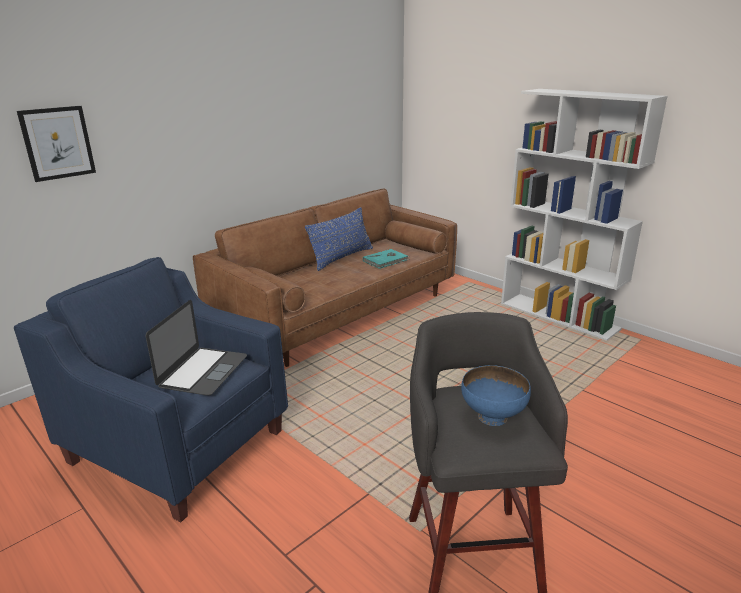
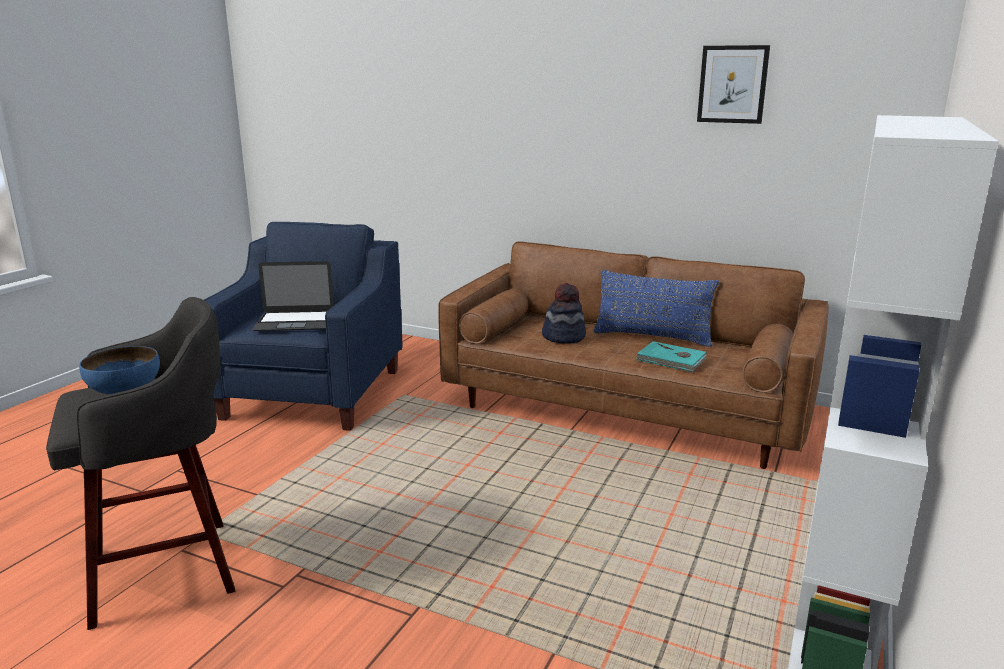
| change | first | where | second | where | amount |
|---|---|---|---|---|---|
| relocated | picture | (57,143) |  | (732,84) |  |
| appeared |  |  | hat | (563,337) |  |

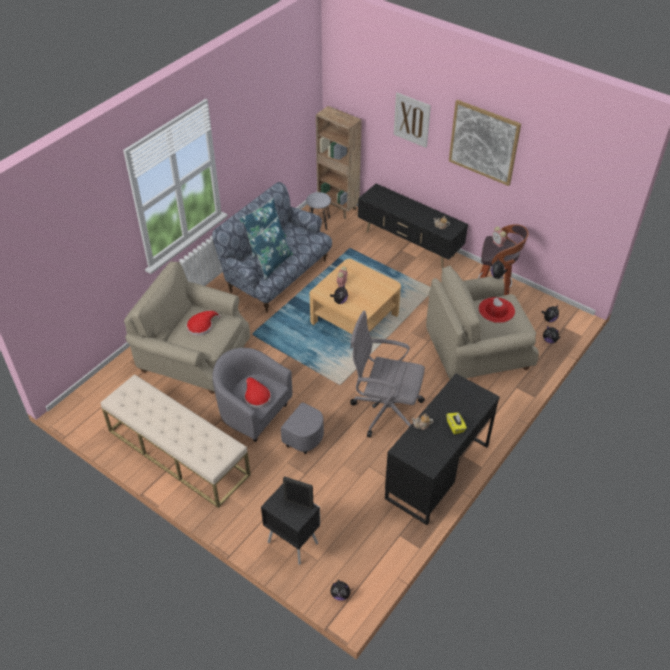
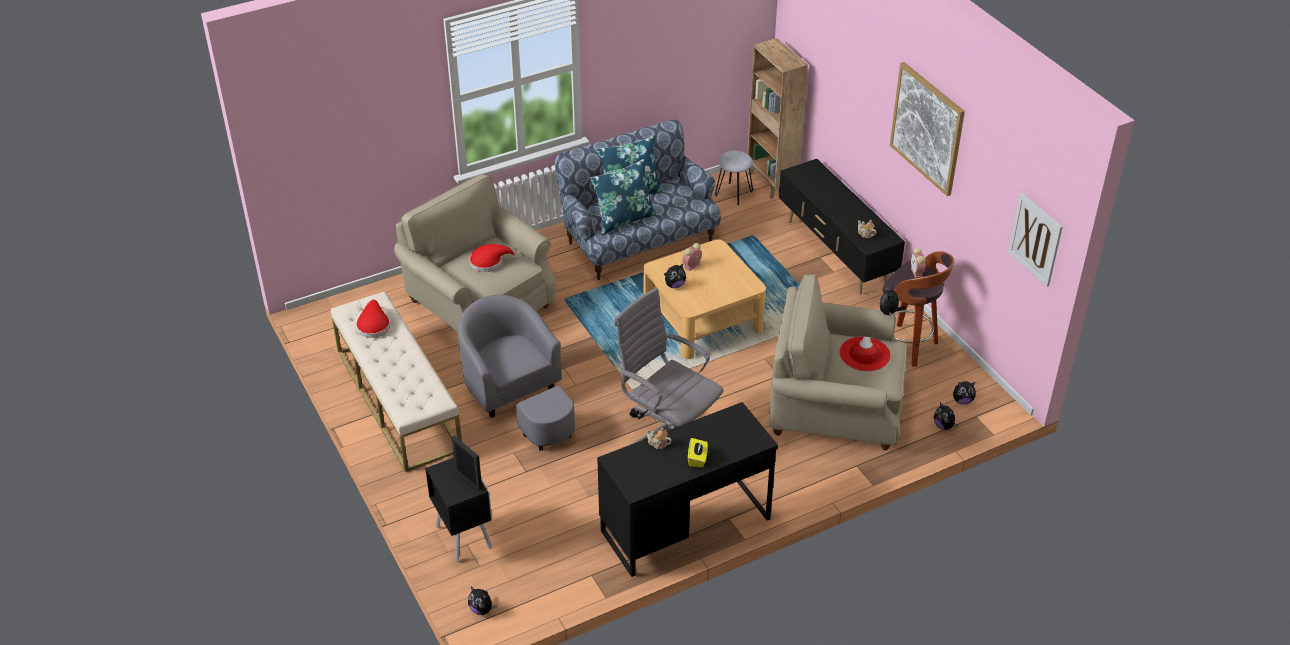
| change | first | where | second | where | amount |
|---|---|---|---|---|---|
| relocated | red hat | (256,396) |  | (373,325) |  |
| relocated | picture | (412,120) |  | (1035,239) |  |

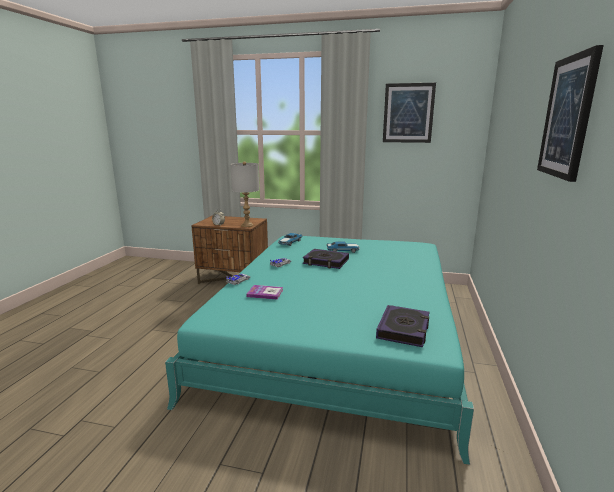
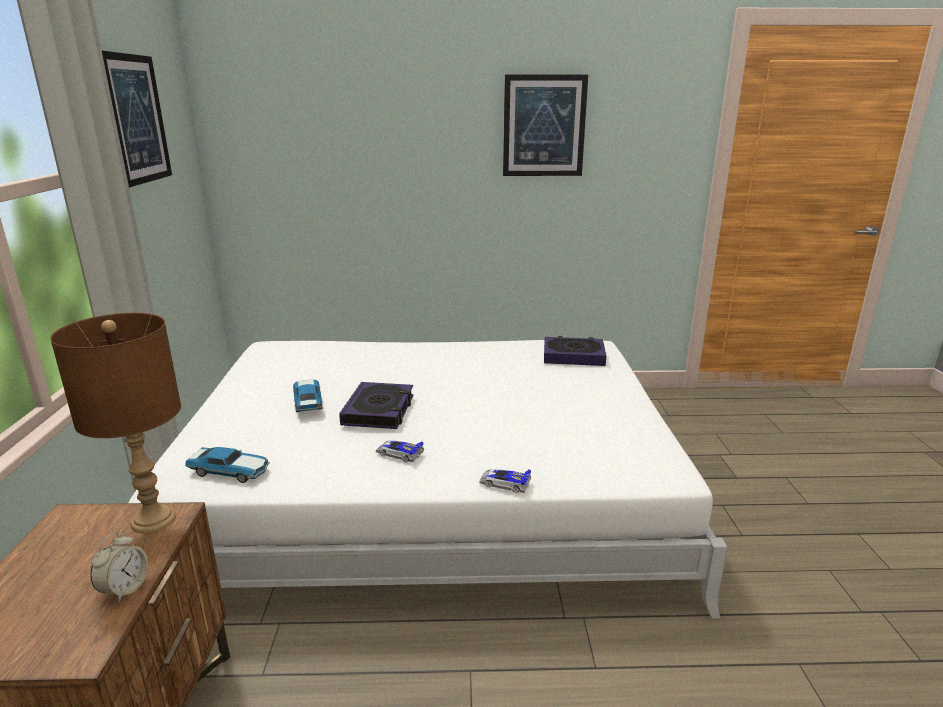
| change | first | where | second | where | amount |
|---|---|---|---|---|---|
| colour | turquoise bed | (337,334) | white bed | (431,492) |  |
| colour | grey table lamp | (247,225) | brown table lamp | (153,520) |  |
| missing | book | (265,293) |  |  |  |

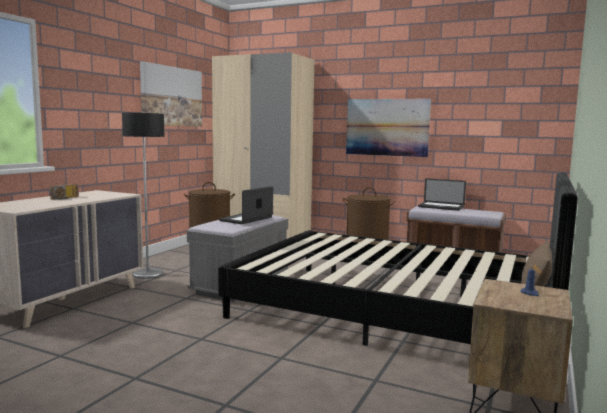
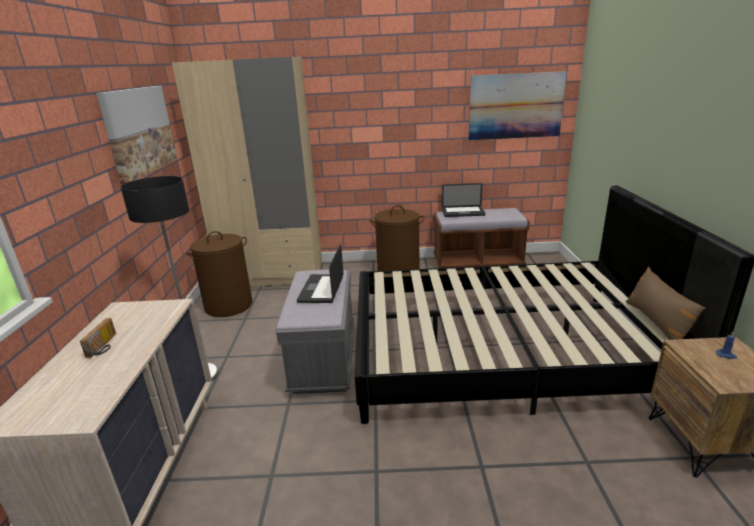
| change | first | where | second | where | amount |
|---|---|---|---|---|---|
| relocated | picture | (387,127) |  | (515,106) |  |

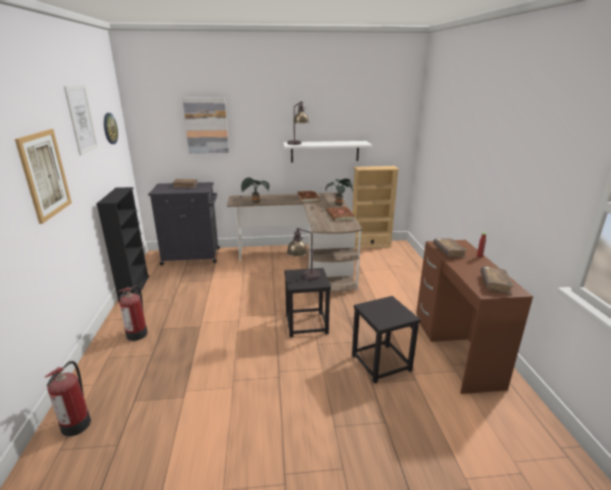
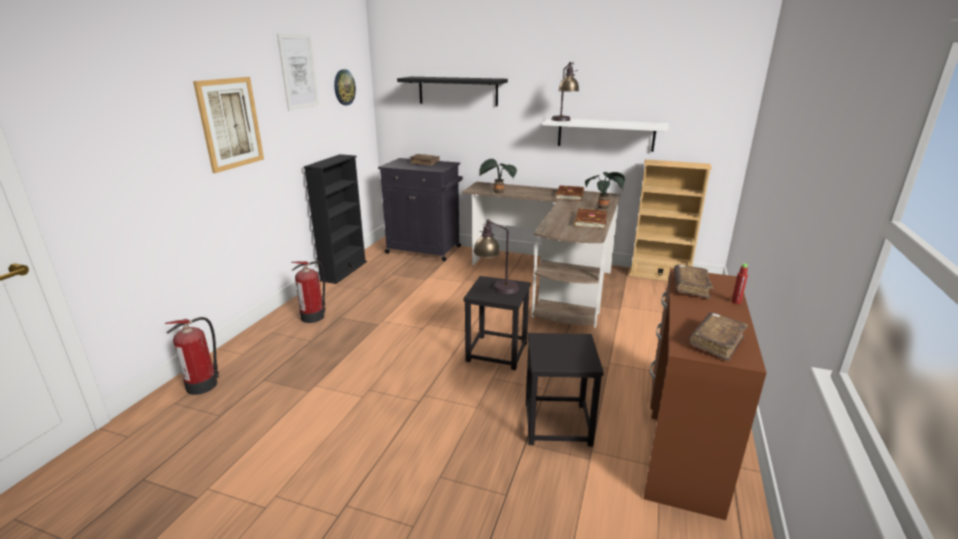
| change | first | where | second | where | amount |
|---|---|---|---|---|---|
| exchanged | picture | (206,125) | black shelf | (458,91) |  |

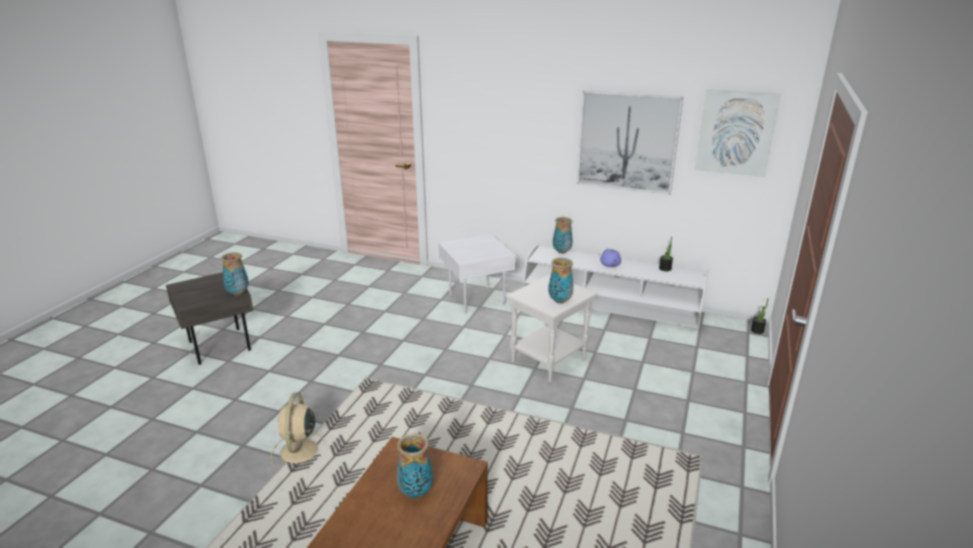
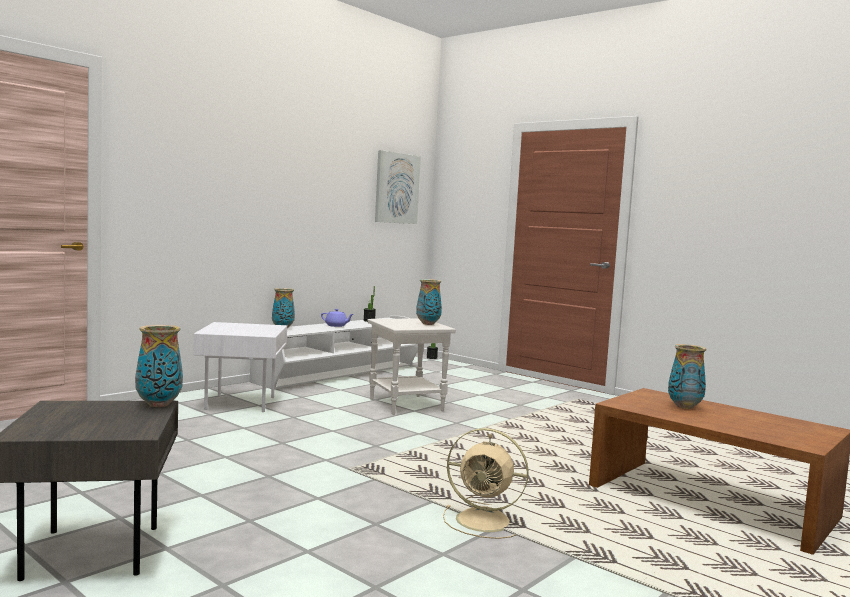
| change | first | where | second | where | amount |
|---|---|---|---|---|---|
| missing | picture | (627,142) |  |  |  |

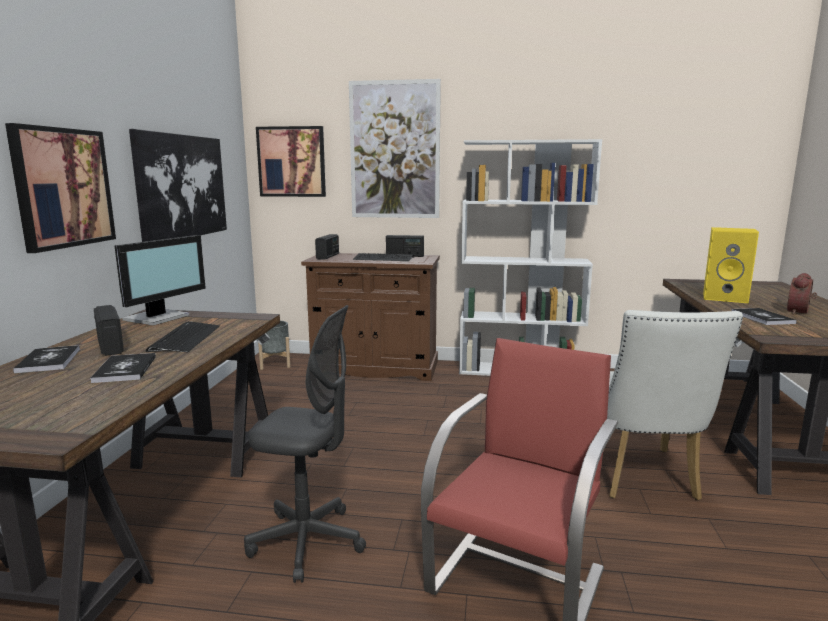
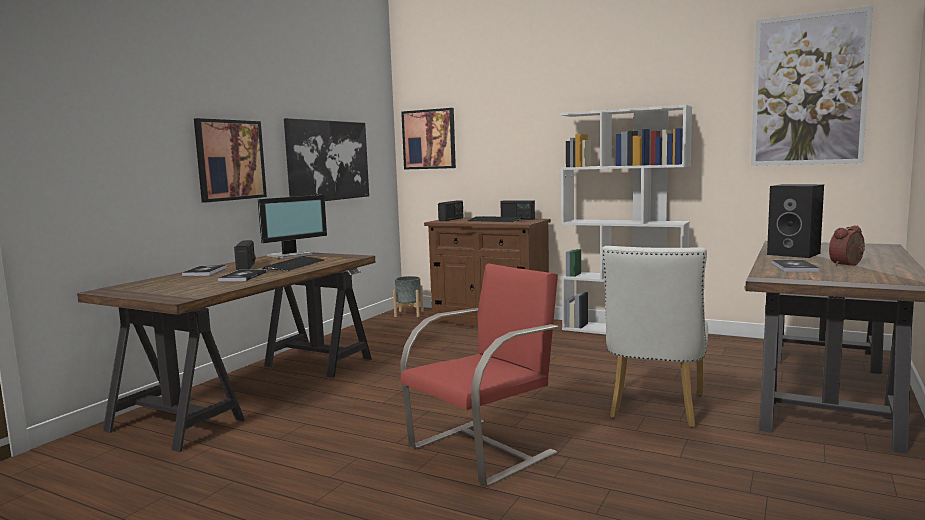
| change | first | where | second | where | amount |
|---|---|---|---|---|---|
| missing | grey office chair | (307,542) |  |  |  |
| relocated | picture | (394,150) |  | (808,90) |  |
| colour | yellow speaker | (726,298) | black speaker | (795,254) |  |

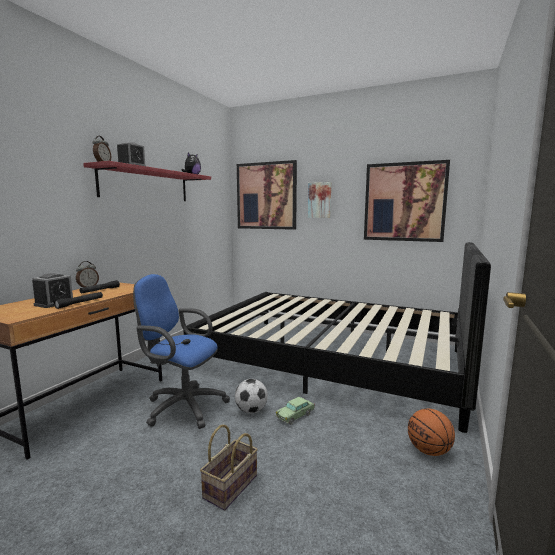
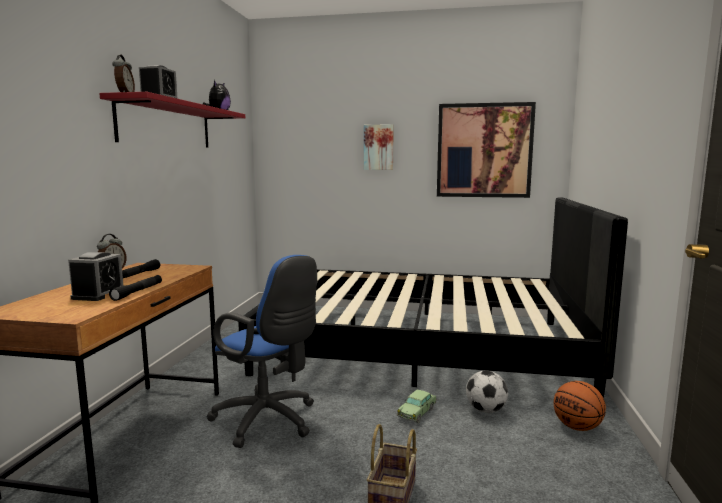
| change | first | where | second | where | amount |
|---|---|---|---|---|---|
| spun | blue office chair | (182,406) |  | (269,421) | 150 degrees counterclockwise |
| relocated | football | (251,410) |  | (485,410) |  |
| missing | picture | (266,196) |  |  |  |

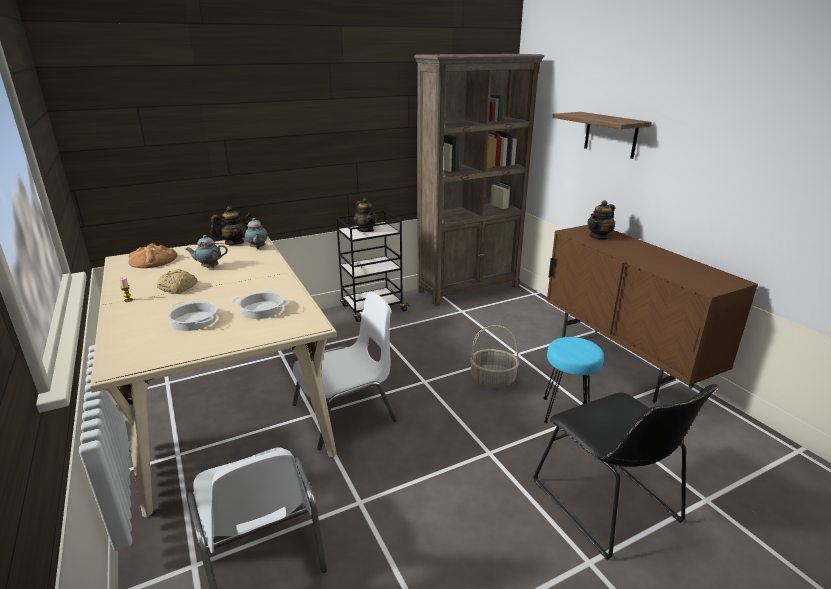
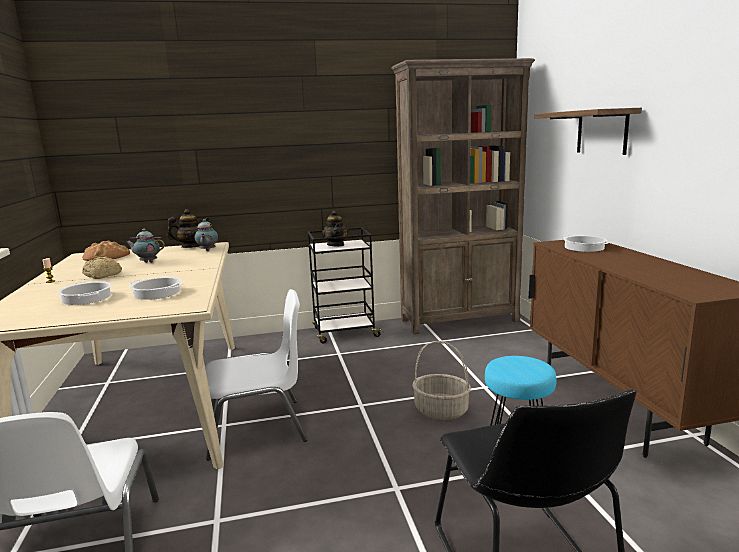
| change | first | where | second | where | amount |
|---|---|---|---|---|---|
| exchanged | teapot | (599,237) | cooking pot | (584,247) |  |

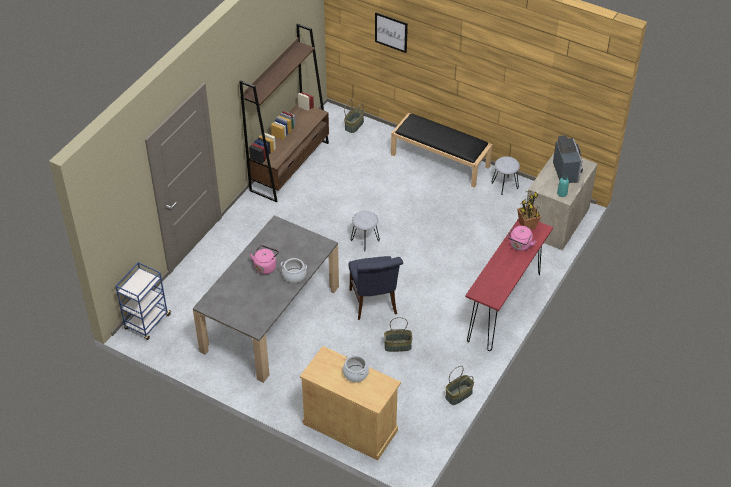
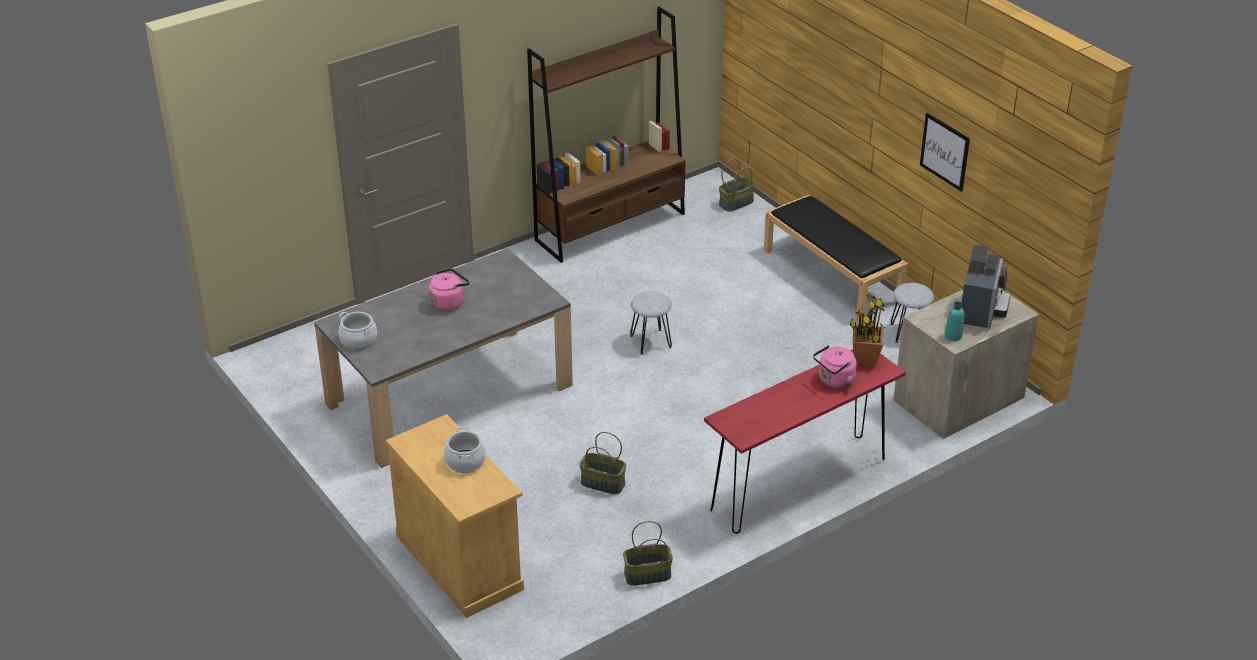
| change | first | where | second | where | amount |
|---|---|---|---|---|---|
| missing | blue cart | (147,323) |  |  |  |
| relocated | cooking pot | (294,275) |  | (358,340) |  |
| missing | blue chair | (374,304) |  |  |  |
| relocated | picture | (391,32) |  | (944,151) |  |

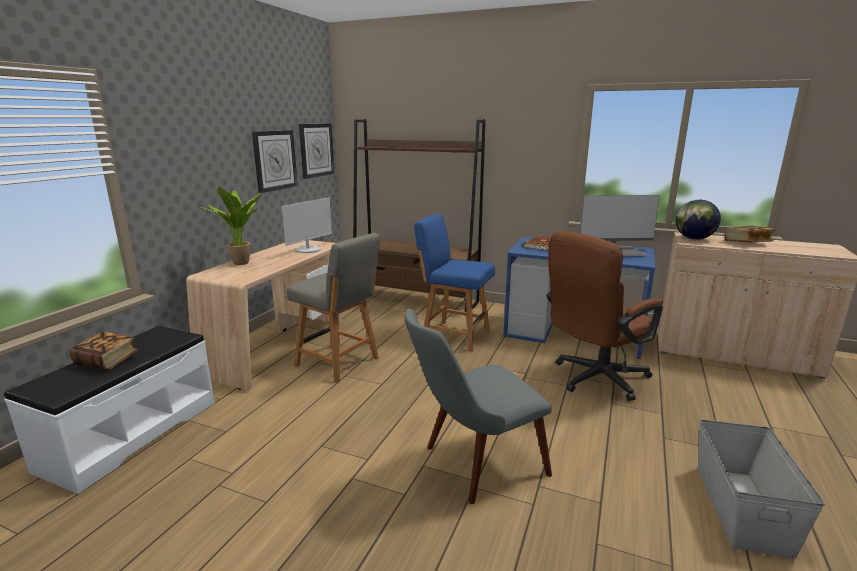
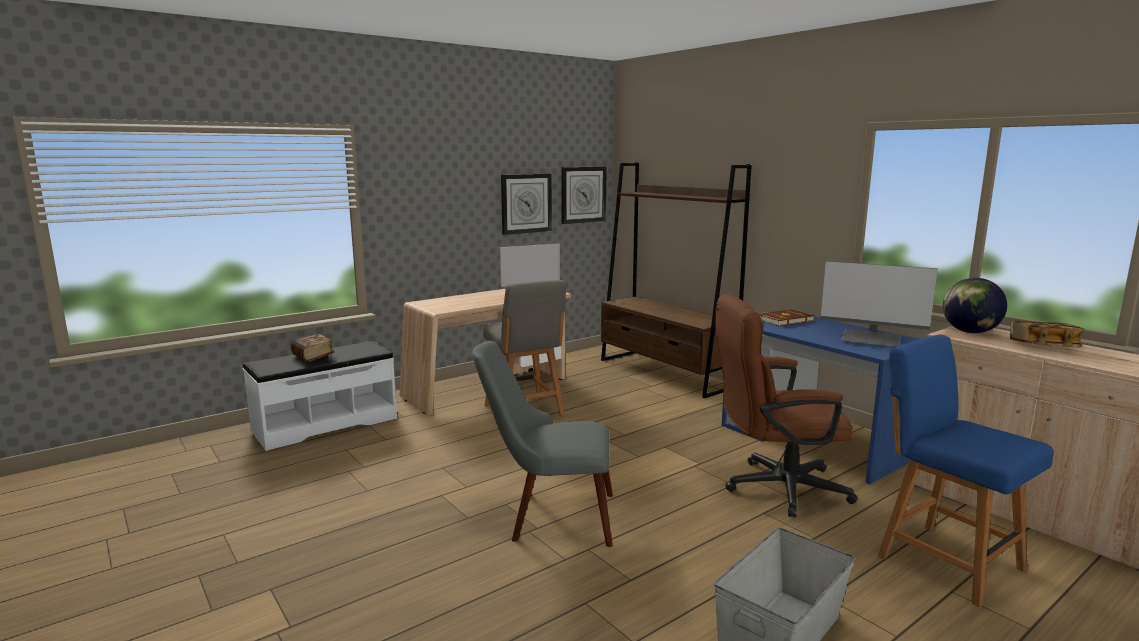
| change | first | where | second | where | amount |
|---|---|---|---|---|---|
| missing | potted plant | (243,263) |  |  |  |
| relocated | blue chair | (453,335) |  | (945,560) |  |

